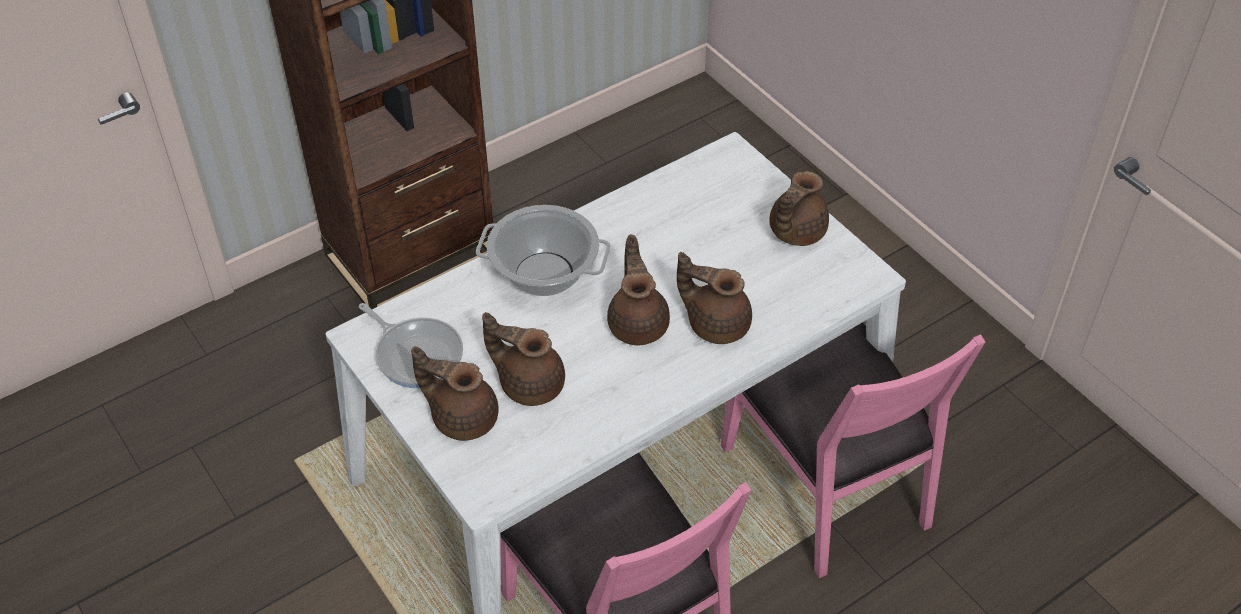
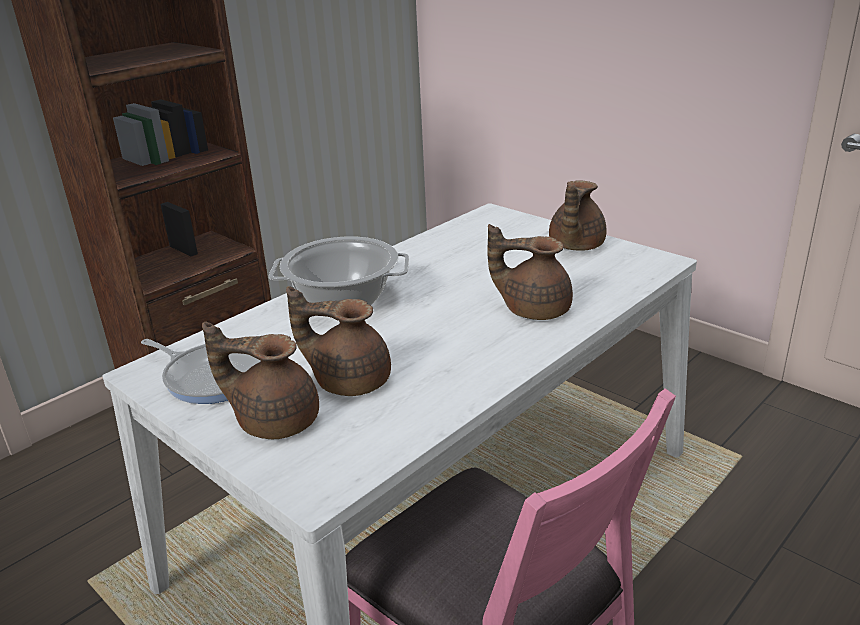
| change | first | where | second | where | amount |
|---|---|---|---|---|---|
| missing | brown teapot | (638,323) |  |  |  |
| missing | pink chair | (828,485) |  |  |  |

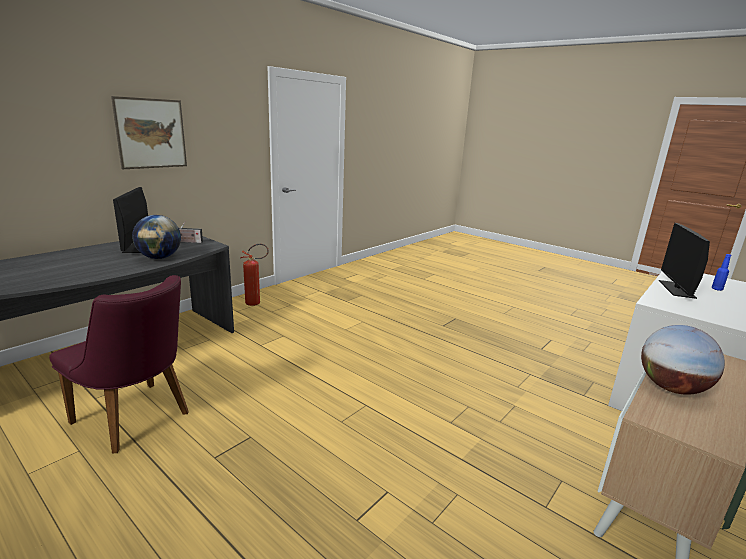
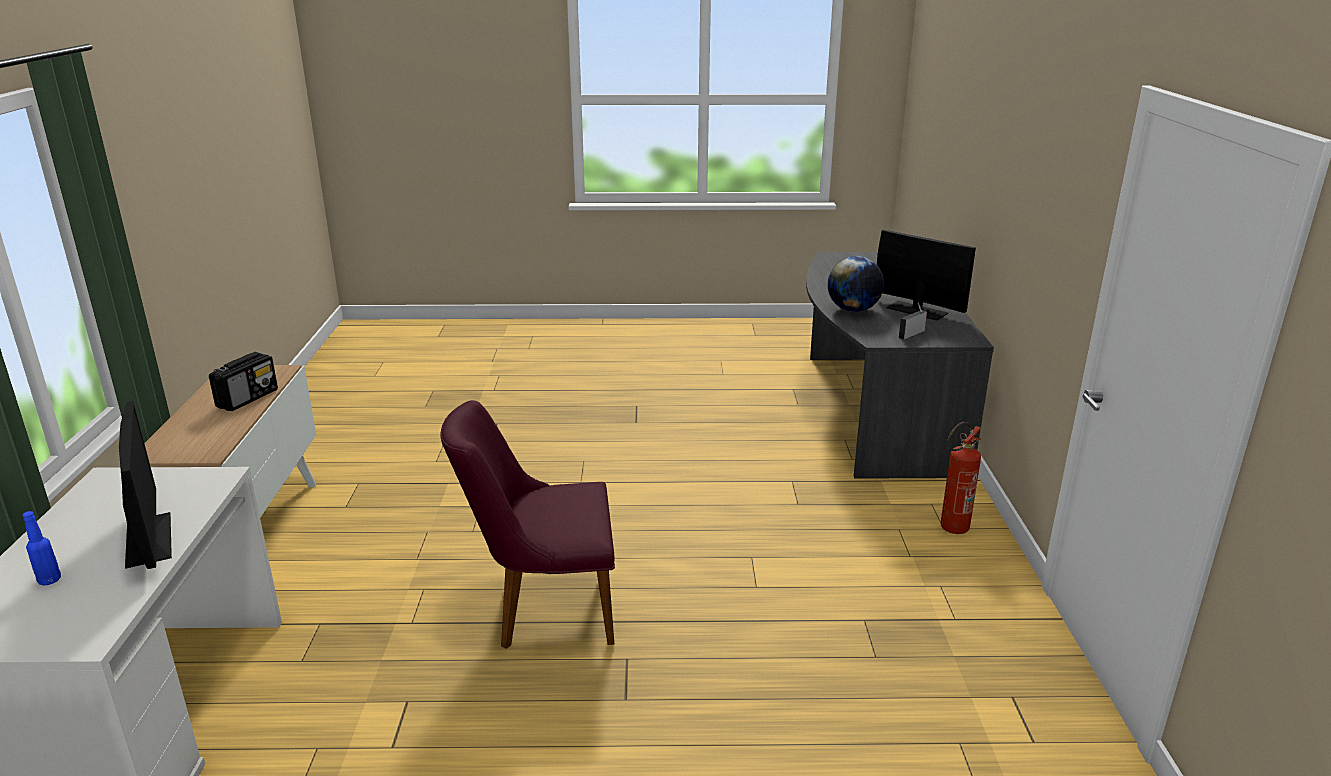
| change | first | where | second | where | amount |
|---|---|---|---|---|---|
| relocated | purple chair | (138,420) |  | (543,610) |  |
| missing | picture | (151,133) |  |  |  |
| exchanged | globe | (671,388) | radio | (248,398) |  |

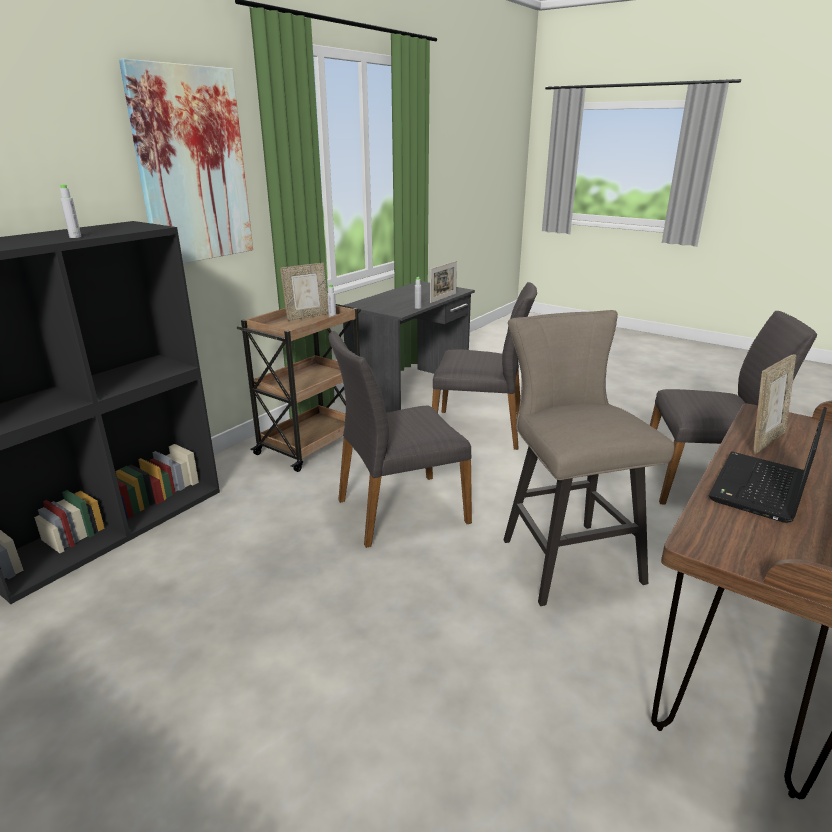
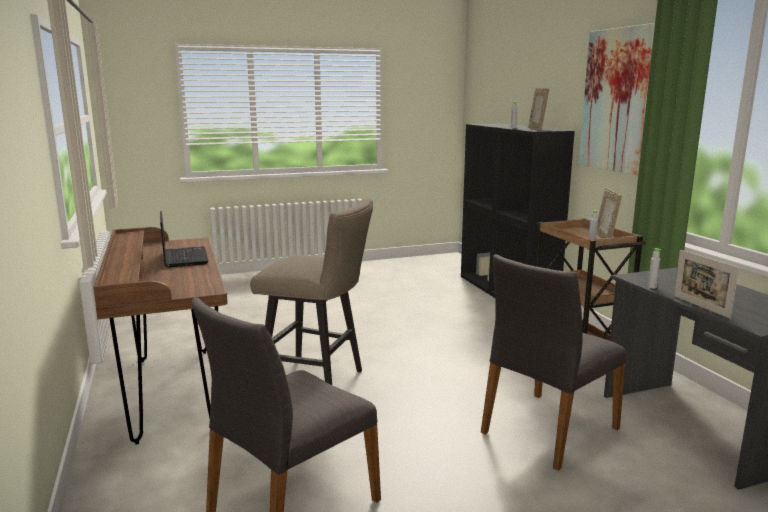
| change | first | where | second | where | amount |
|---|---|---|---|---|---|
| missing | grey chair | (400,510) |  |  |  |
| relocated | picture frame | (764,440) |  | (537,129) |  |

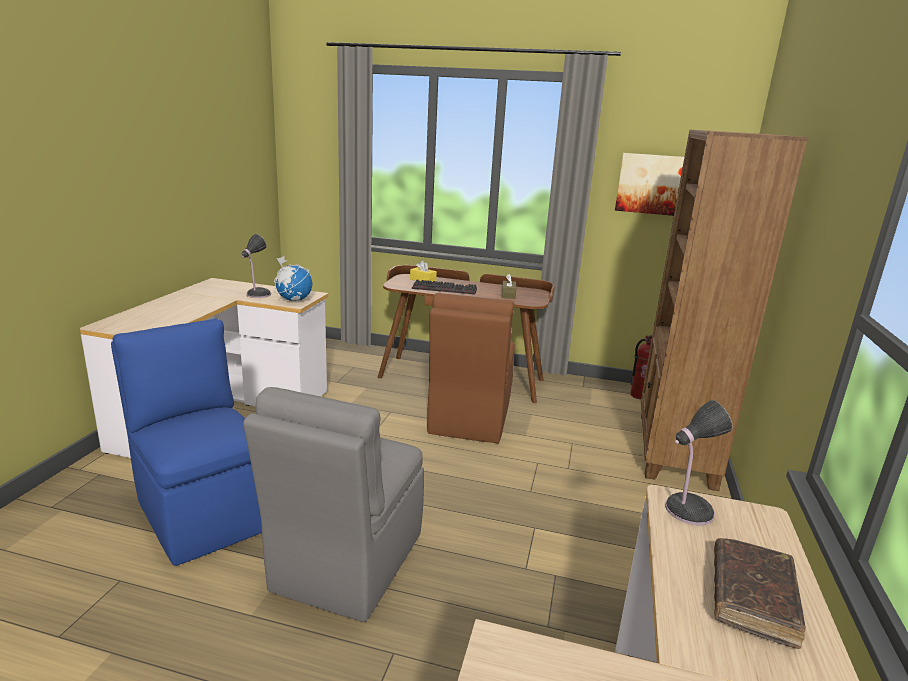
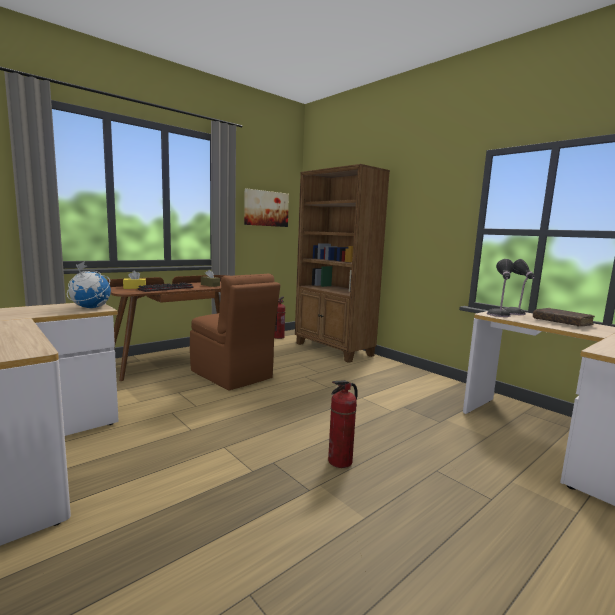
| change | first | where | second | where | amount |
|---|---|---|---|---|---|
| missing | blue chair | (203,511) |  |  |  |
| relocated | table lamp | (257,294) |  | (514,313) |  |
| exchanged | grey chair | (346,564) | fire extinguisher | (340,461) |  |

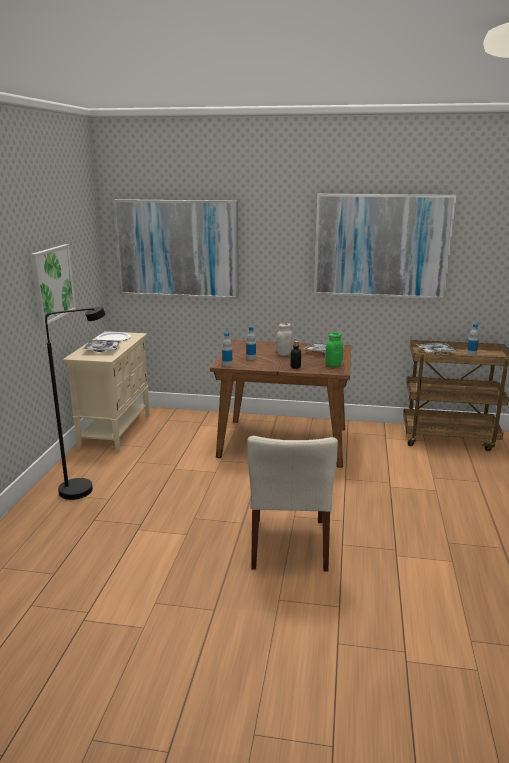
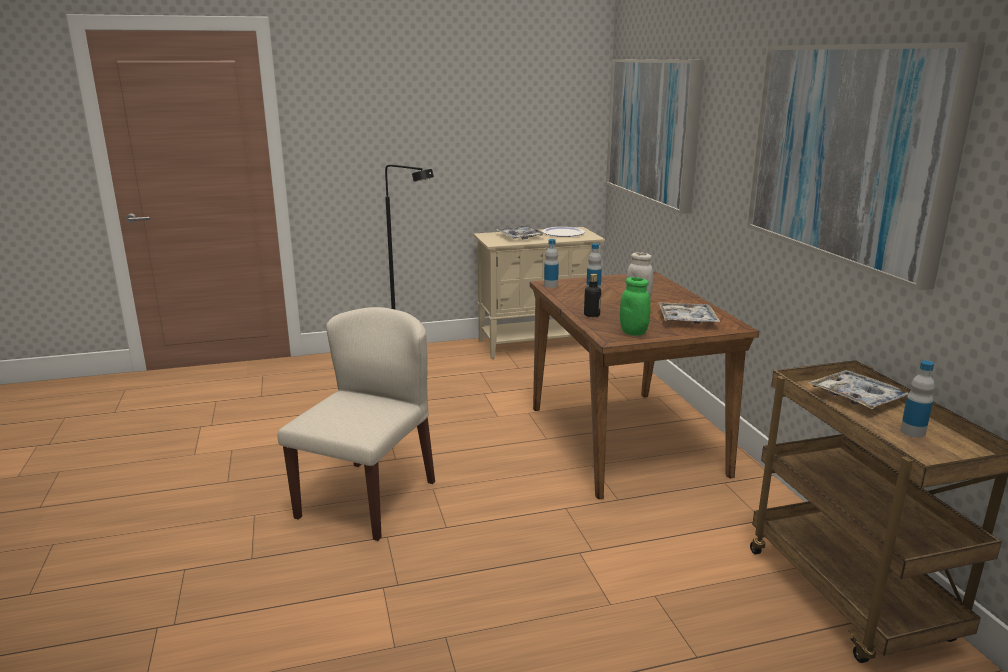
| change | first | where | second | where | amount |
|---|---|---|---|---|---|
| missing | picture | (52,283) |  |  |  |
| spun | beige chair | (289,544) |  | (367,498) | 135 degrees clockwise |

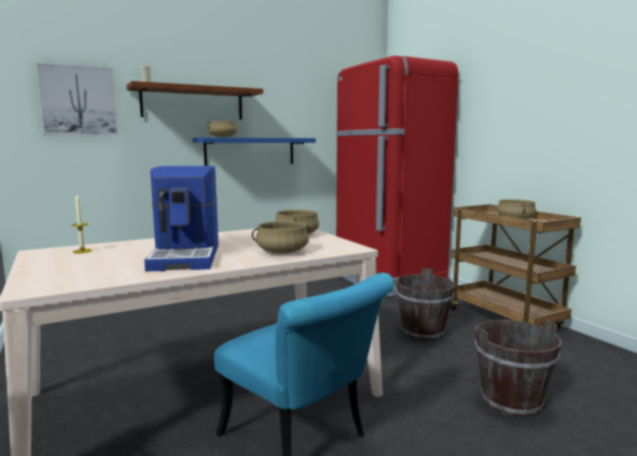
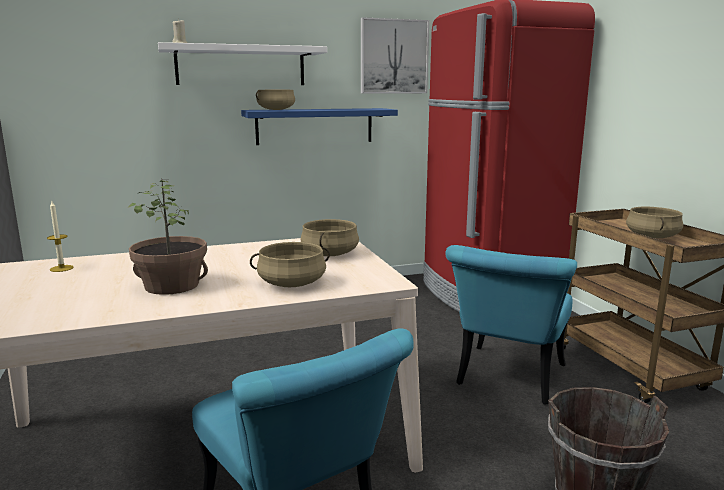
| change | first | where | second | where | amount |
|---|---|---|---|---|---|
| relocated | picture | (78,101) |  | (394,57) |  |
| colour | brown shelf | (193,103) | white shelf | (241,66) |  |
| exchanged | coffee machine | (187,256) | potted plant | (172,285) |  |
| exchanged | brown bucket | (422,332) | turquoise chair | (507,380) |  |

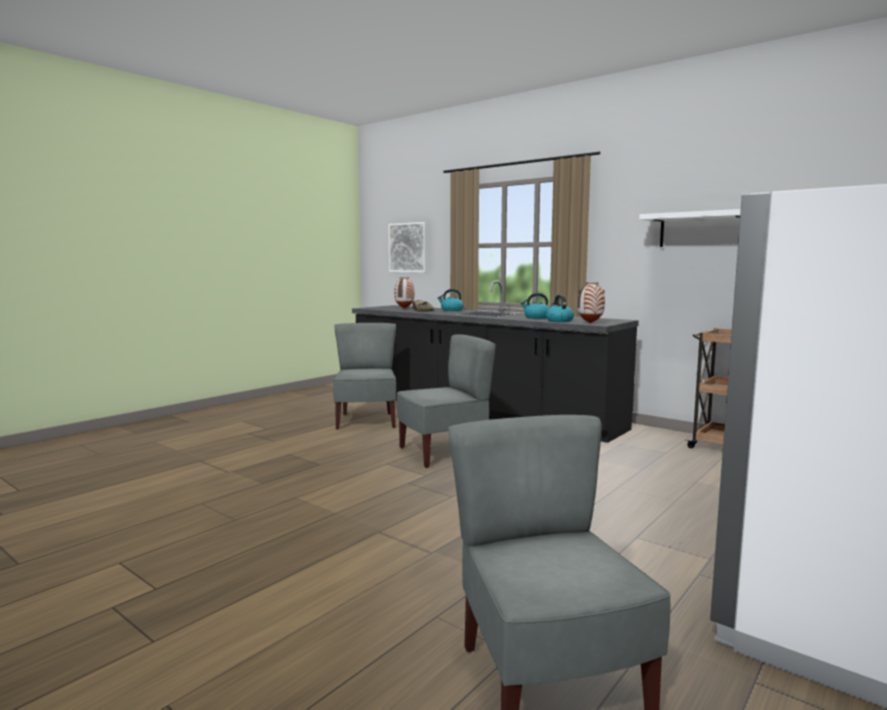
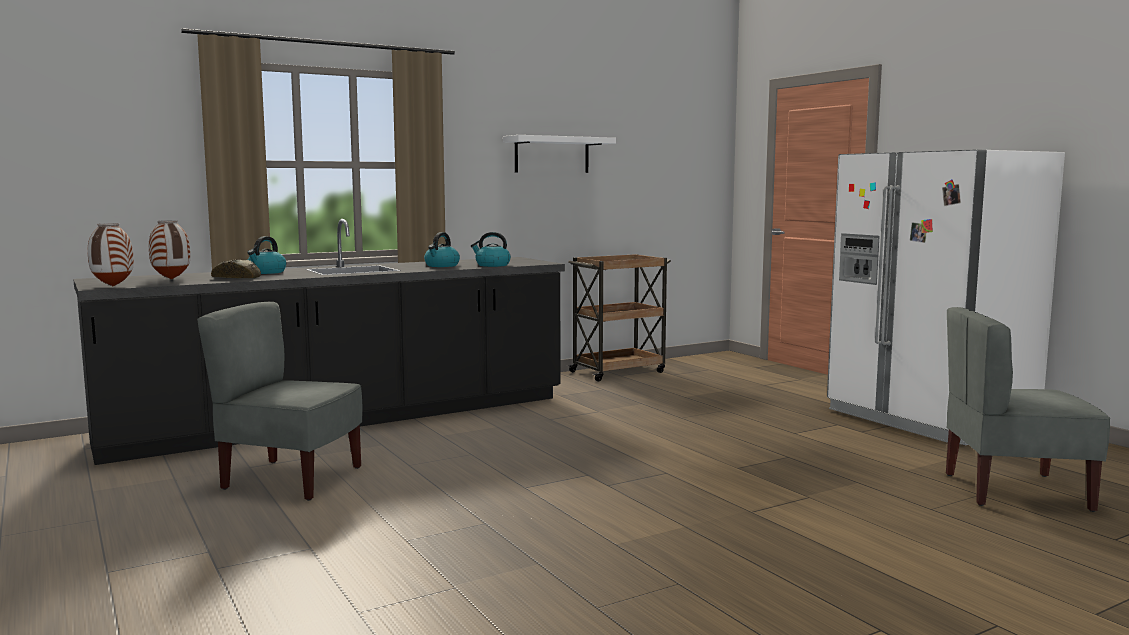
| change | first | where | second | where | amount |
|---|---|---|---|---|---|
| missing | picture | (408,247) |  |  |  |
| missing | grey chair | (443,453) |  |  |  |
| relocated | vase | (590,323) |  | (113,286) |  |

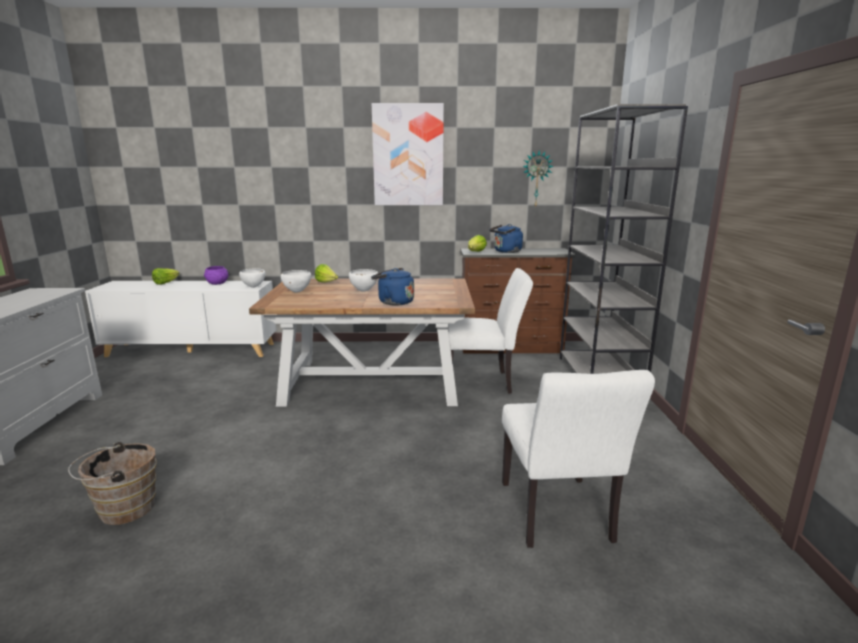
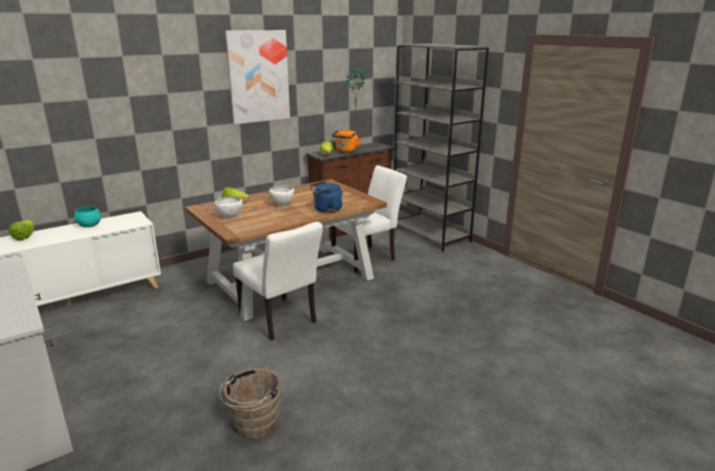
| change | first | where | second | where | amount |
|---|---|---|---|---|---|
| colour | purple bowl | (217,283) | turquoise bowl | (89,225) |  |
| missing | white bowl | (254,287) |  |  |  |
| colour | blue kettle | (506,251) | orange kettle | (346,151) |  |
| relocated | white chair | (558,517) |  | (281,321) |  |

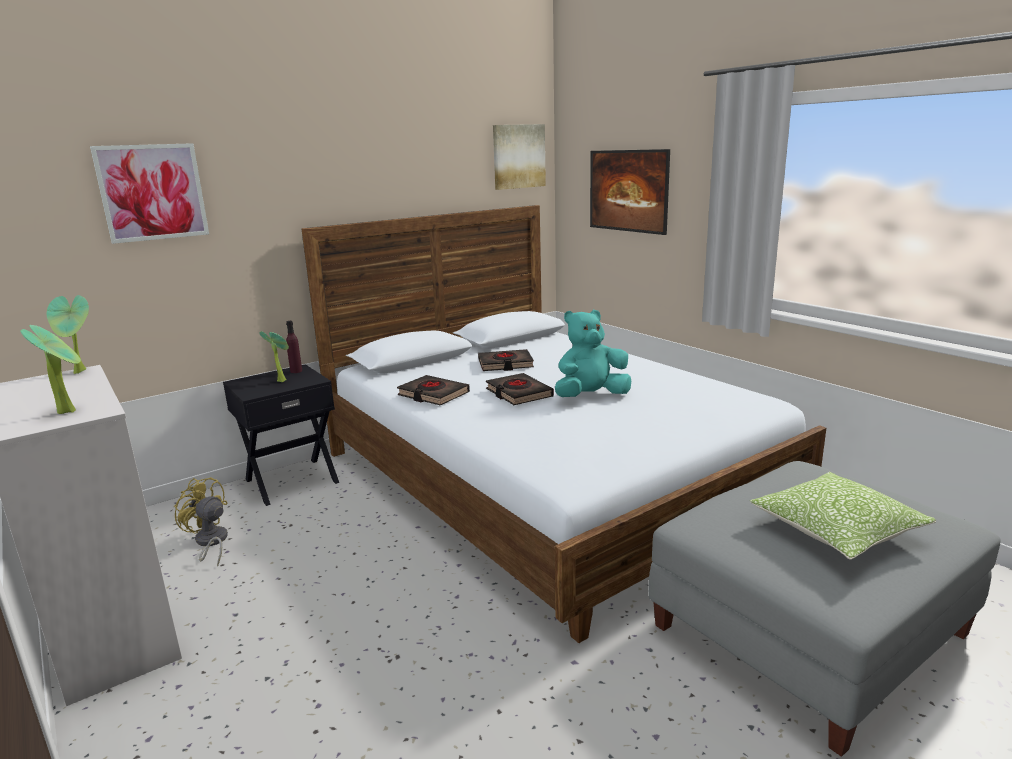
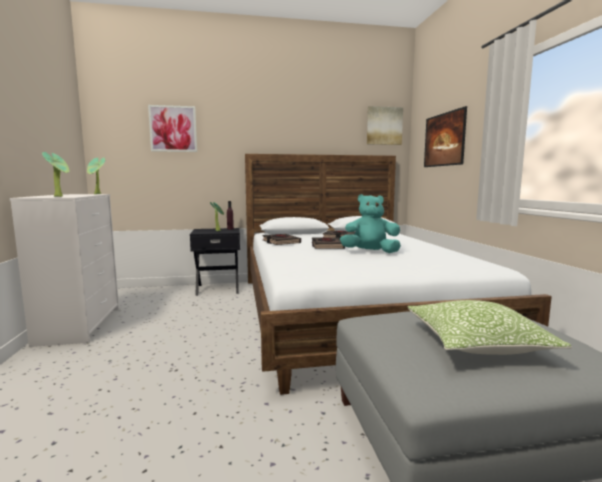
| change | first | where | second | where | amount |
|---|---|---|---|---|---|
| missing | yellow fan | (210,542) |  |  |  |

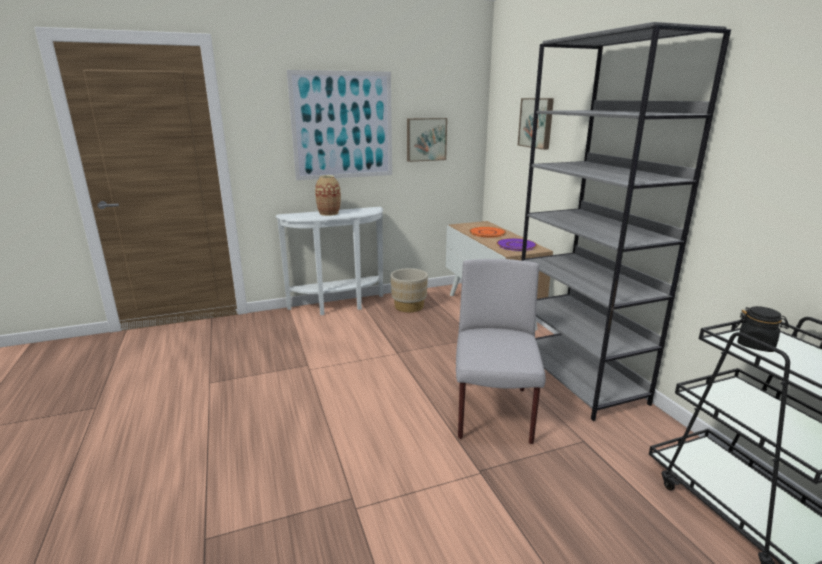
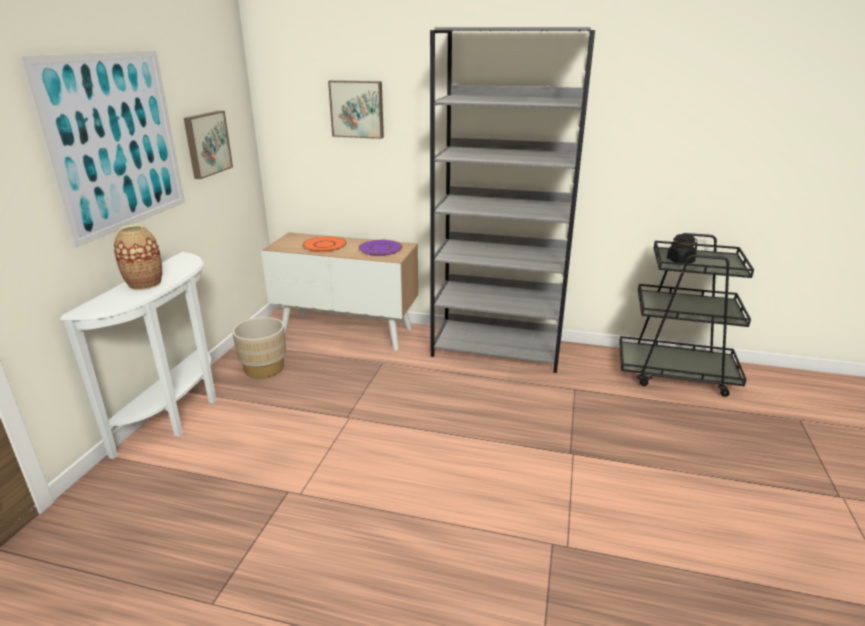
| change | first | where | second | where | amount |
|---|---|---|---|---|---|
| missing | grey chair | (493,414) |  |  |  |

